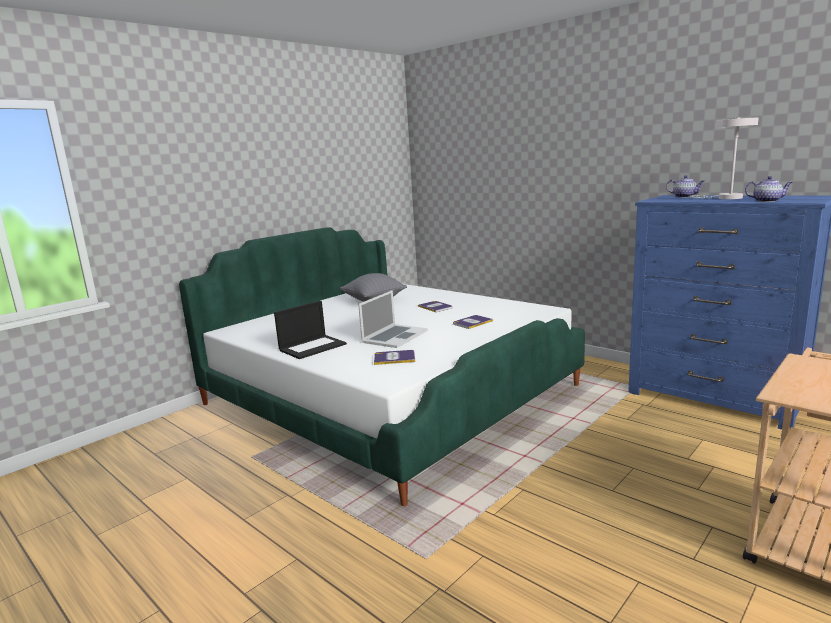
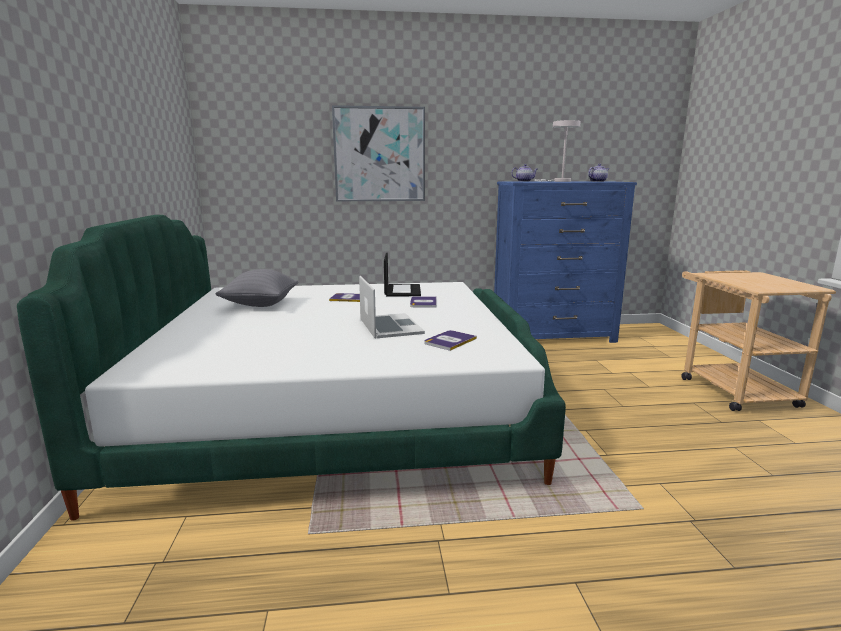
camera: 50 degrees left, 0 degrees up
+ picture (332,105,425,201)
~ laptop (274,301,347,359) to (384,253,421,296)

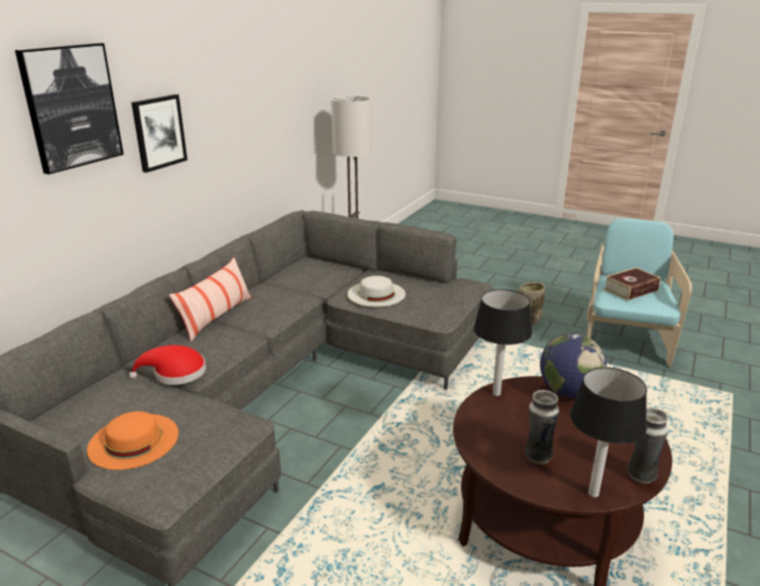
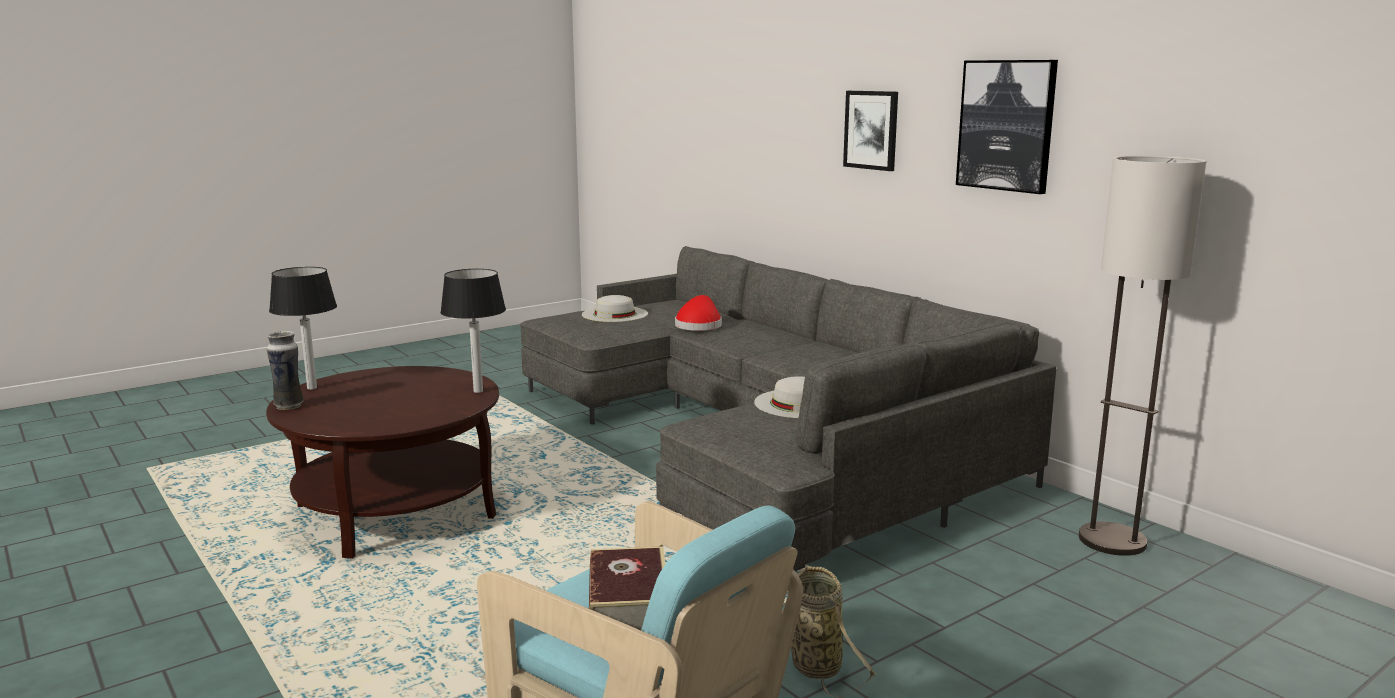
camera: 115 degrees right, 10 degrees down
~ orange hat (87,411,179,470) to white hat (582,295,648,322)
~ picture (15,43,124,174) to (956,60,1058,194)
- pillow (169,257,252,342)
- vase (525,390,559,464)
- globe (540,333,607,398)

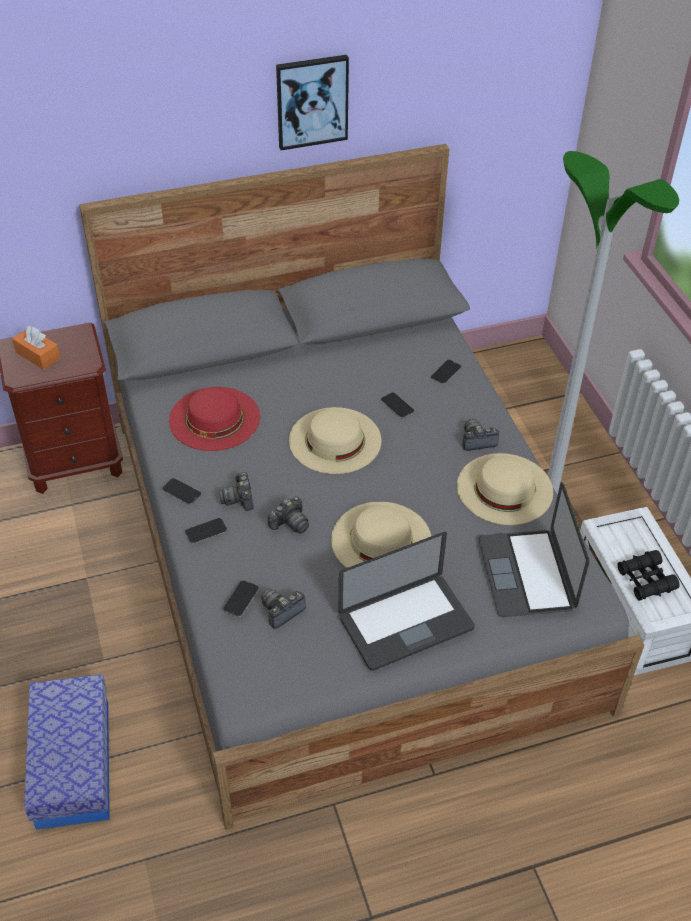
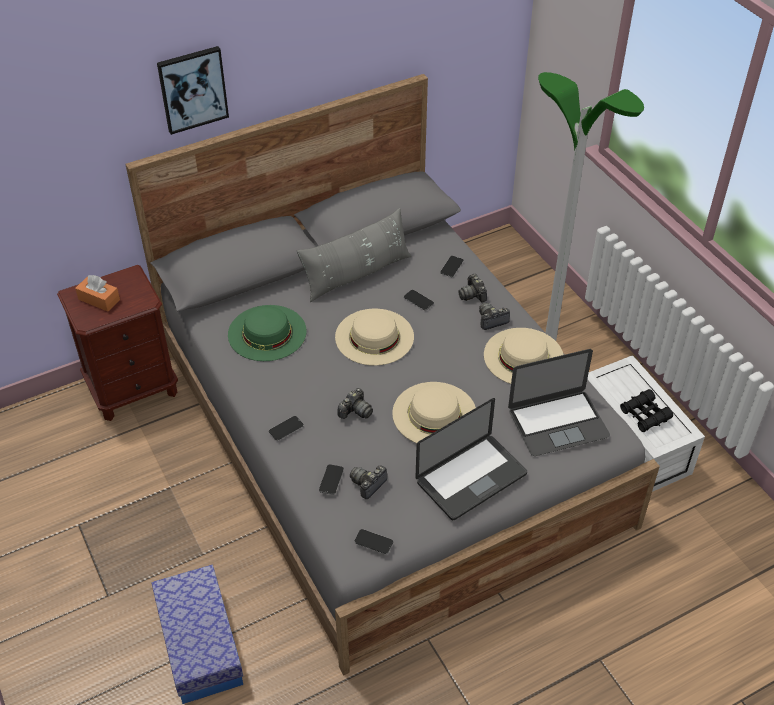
camera: 10 degrees left, 0 degrees up
~ picture (276,55,349,150) to (157,46,229,135)
~ red hat (169,387,260,451) to green hat (228,305,306,361)
+ grey pillow (297,208,411,302)
~ phone (162,478,201,505) to (354,529,393,554)
~ photo camera (219,472,254,511) to (458,274,487,303)
~ laptop (478,482,589,617) = (508,349,610,456) 90 degrees counterclockwise

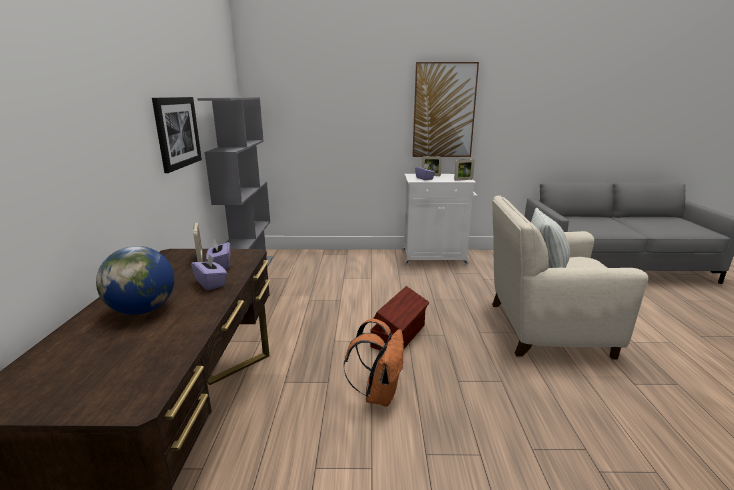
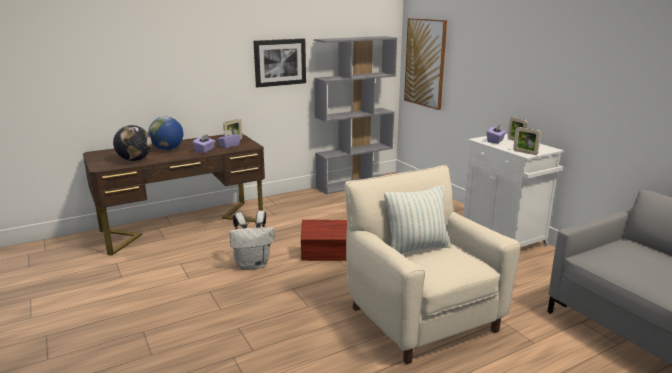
camera: 60 degrees right, 0 degrees up
+ globe (113,125,152,161)
~ orange backpack (344,319,404,407) to white backpack (229,210,275,270)
~ picture (412,62,479,157) to (404,18,447,110)

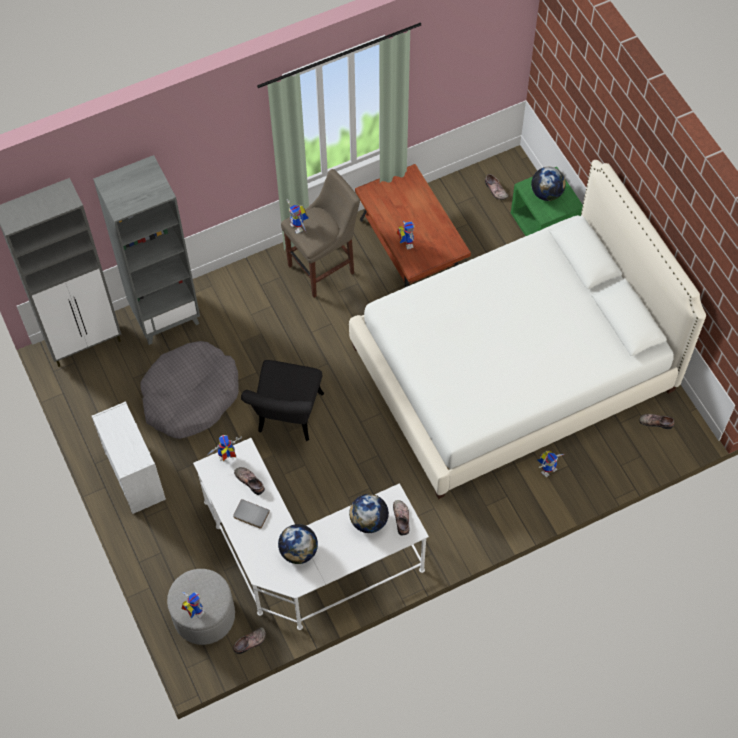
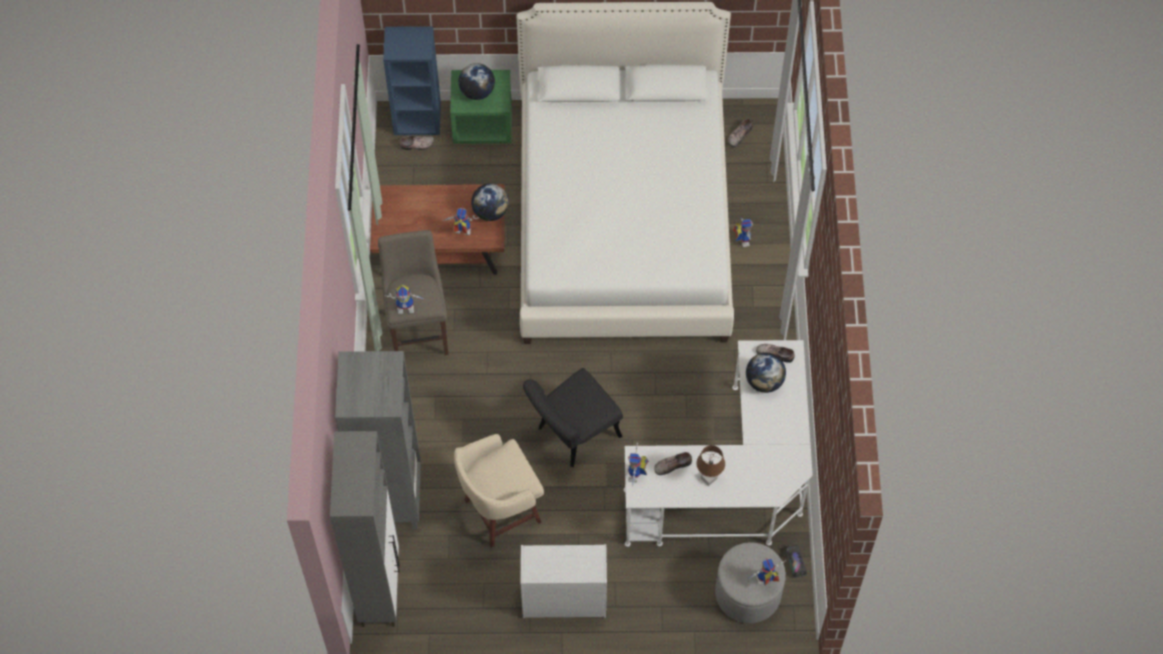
camera: 65 degrees left, 0 degrees up
+ blue bookcase (383,26,441,135)
~ grey dog bed (141,341,239,439) to beige stool (454,434,544,548)
~ globe (278,524,318,564) to (471,183,509,221)
~ black chair (241,360,324,441) = (523,368,623,467) 105 degrees clockwise
~ grey book (233,499,270,528) to brown table lamp (696,445,725,486)
~ shoe (233,627,266,654) to toy truck (785,545,807,578)

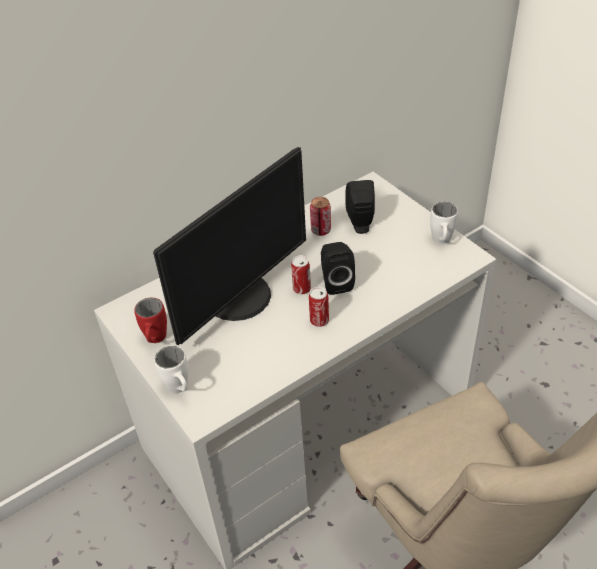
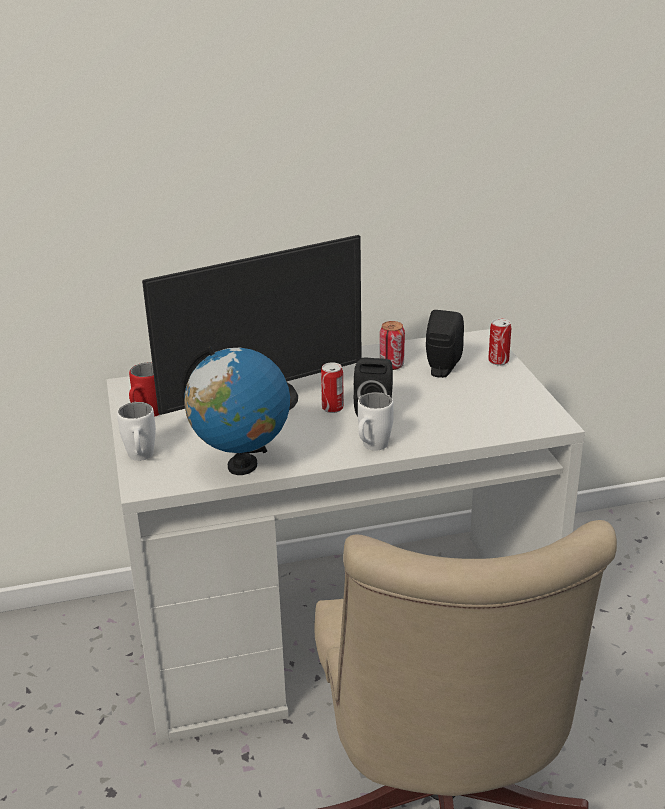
camera: 20 degrees right, 15 degrees down
+ globe (181,346,290,475)
~ white mug (430,202,458,244) to (358,392,394,451)
~ can (309,287,329,327) to (488,318,511,365)

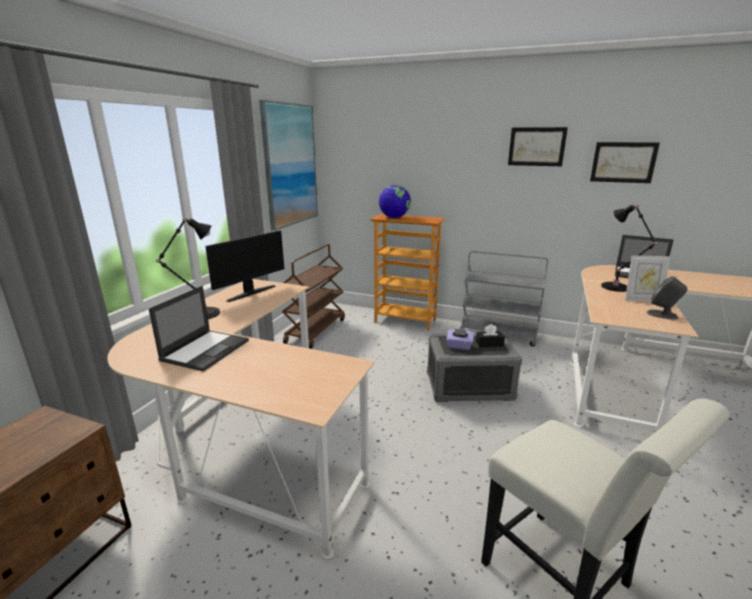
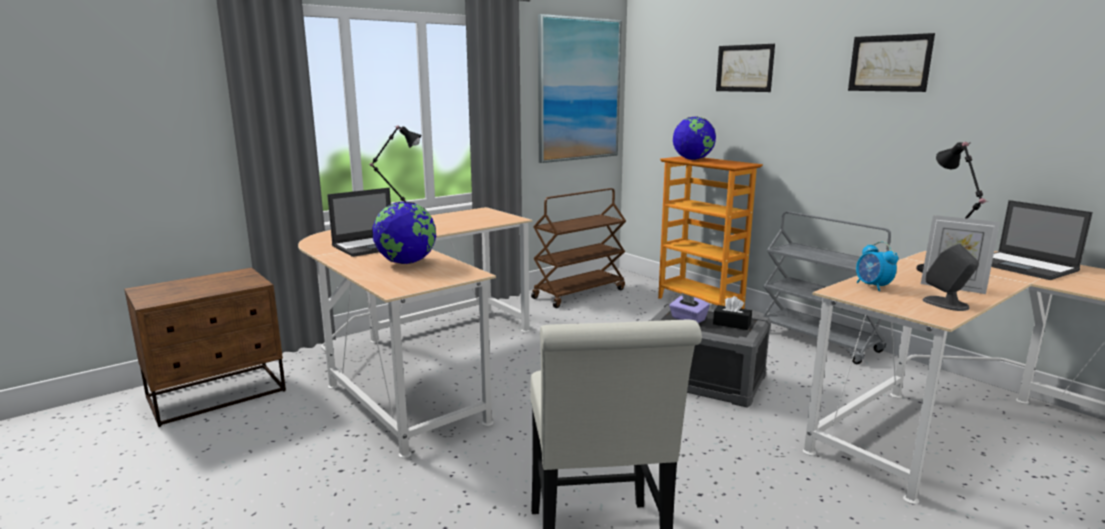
camera: 30 degrees right, 5 degrees down
+ globe (372,202,436,264)
~ picture (590,142,660,183) to (716,44,775,92)
+ alarm clock (856,241,898,291)
- monitor (205,230,284,302)

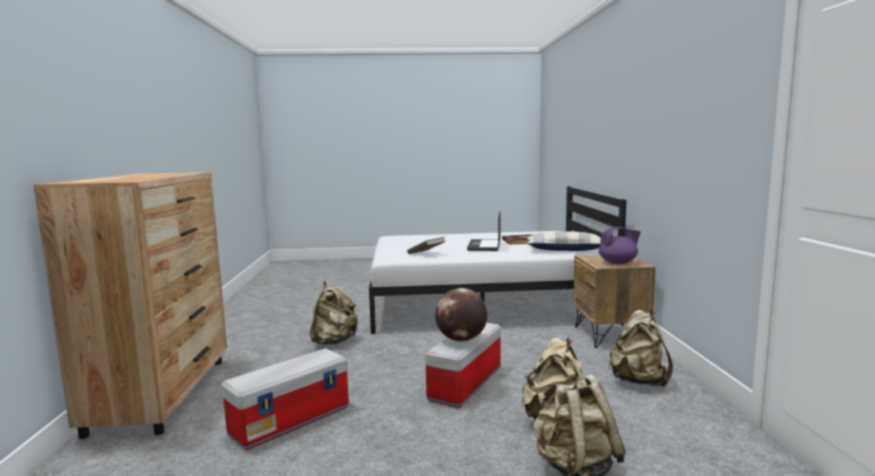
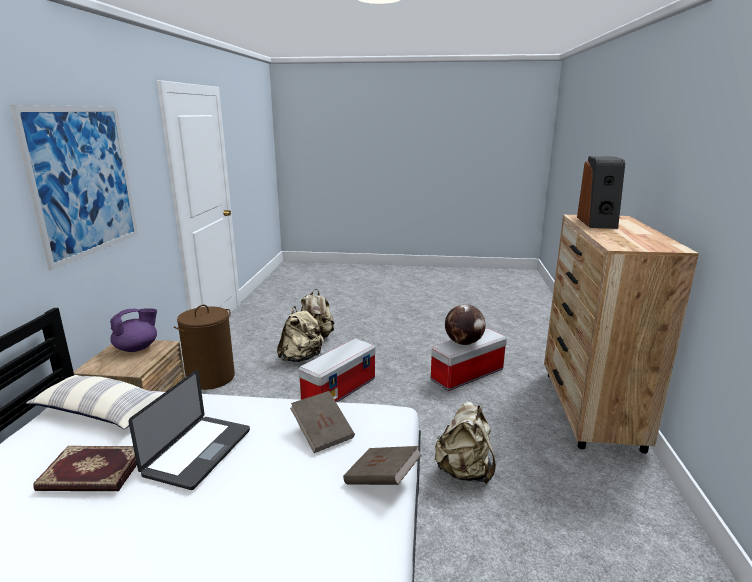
camera: 170 degrees left, 10 degrees up
+ picture (10,105,138,271)
~ purple teapot (599,227,641,264) = (110,308,157,352) 135 degrees clockwise
~ beige backpack (609,309,673,387) to brown laundry basket (174,305,235,390)
+ brown book (343,446,422,485)
~ globe (435,288,487,342) to (445,304,486,345)
+ speaker (577,156,625,229)

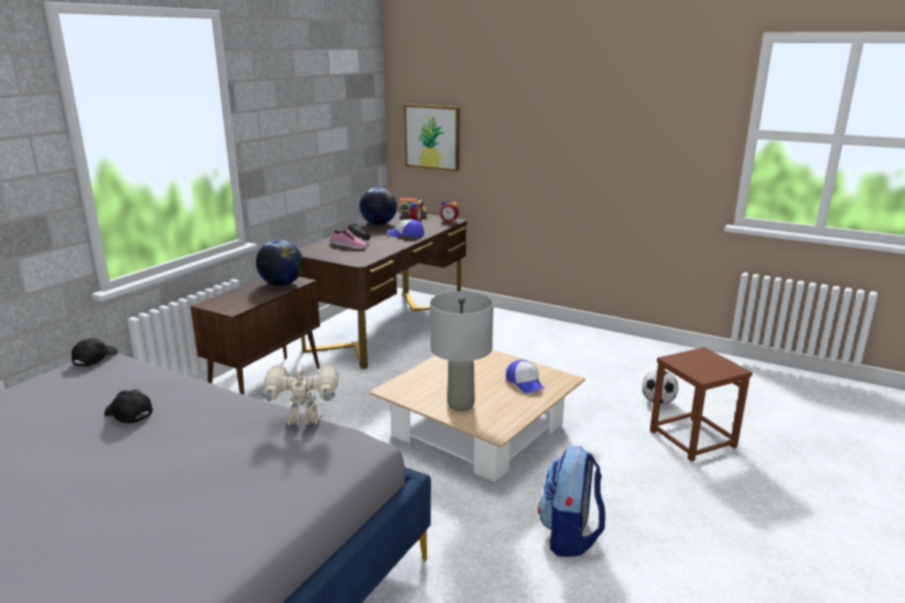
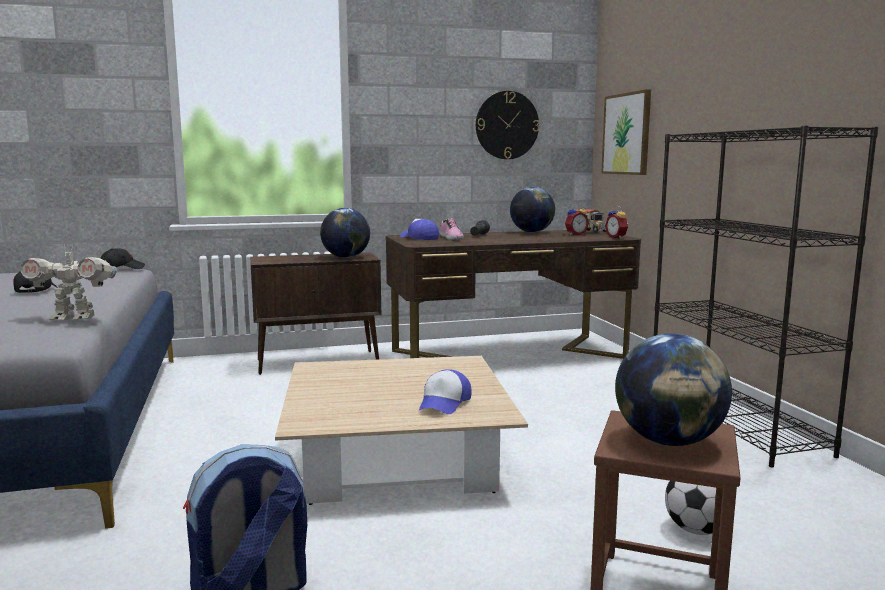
camera: 45 degrees right, 10 degrees down
~ toy robot (261,364,338,426) = (20,244,117,320) 135 degrees clockwise
~ cap (387,219,424,237) to (400,219,439,240)
+ wall clock (476,91,539,159)
+ globe (615,333,732,446)
+ black bookcase (654,125,879,468)
- grey table lamp (430,291,493,411)

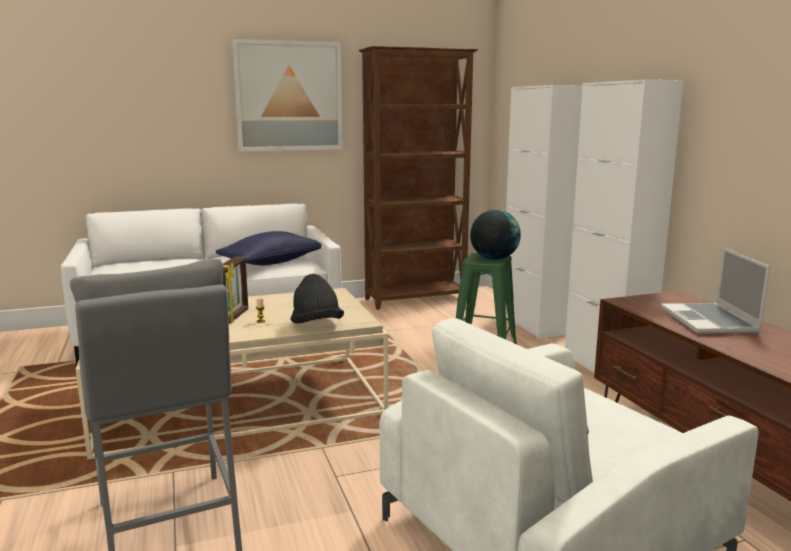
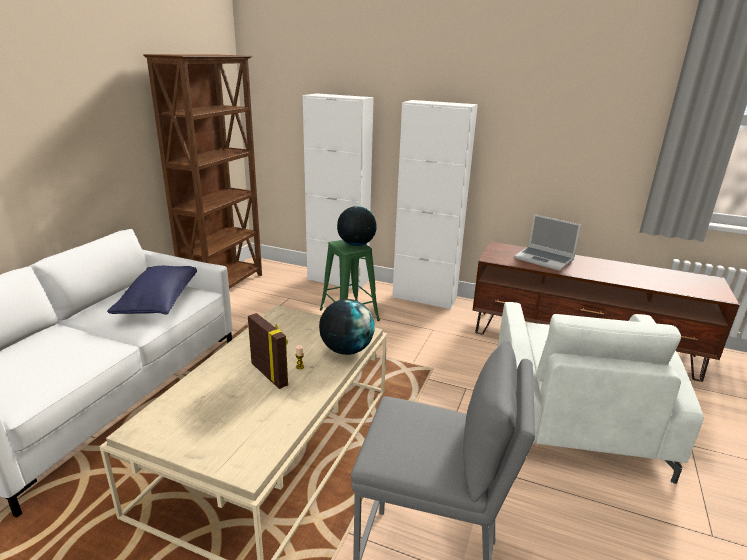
camera: 50 degrees left, 10 degrees up
~ black hat (291,274,344,323) to globe (319,299,375,355)
- picture (232,39,343,152)

